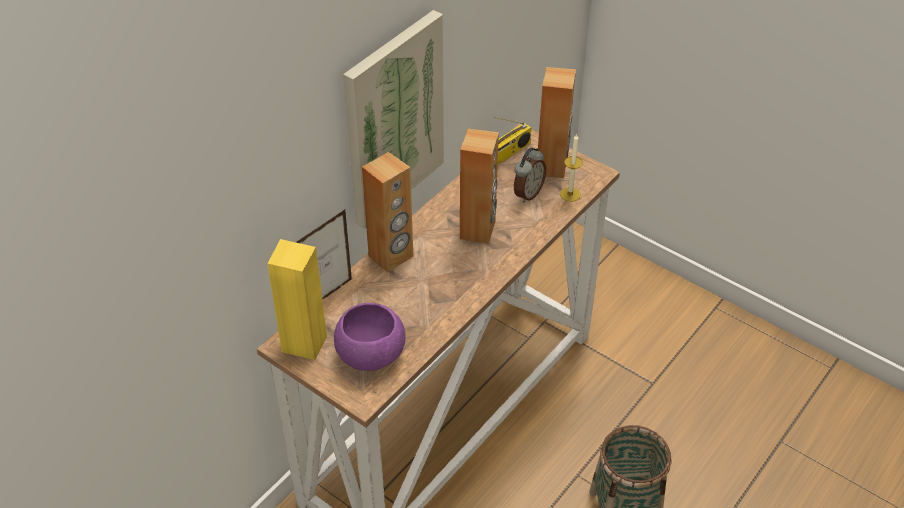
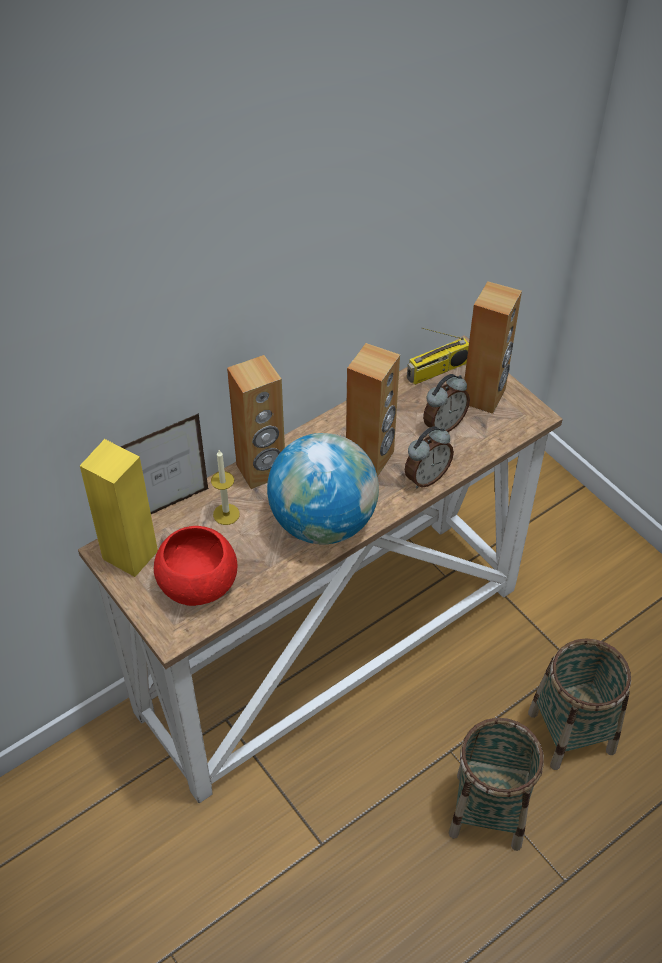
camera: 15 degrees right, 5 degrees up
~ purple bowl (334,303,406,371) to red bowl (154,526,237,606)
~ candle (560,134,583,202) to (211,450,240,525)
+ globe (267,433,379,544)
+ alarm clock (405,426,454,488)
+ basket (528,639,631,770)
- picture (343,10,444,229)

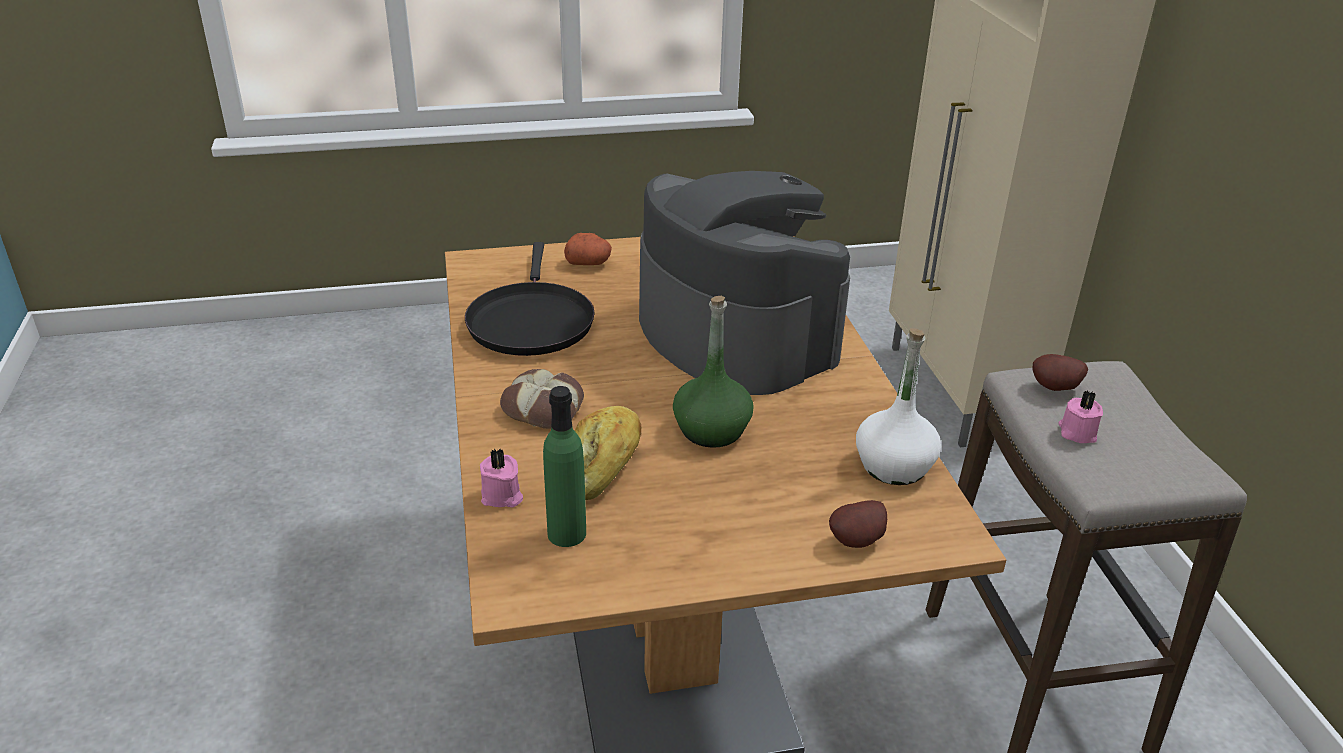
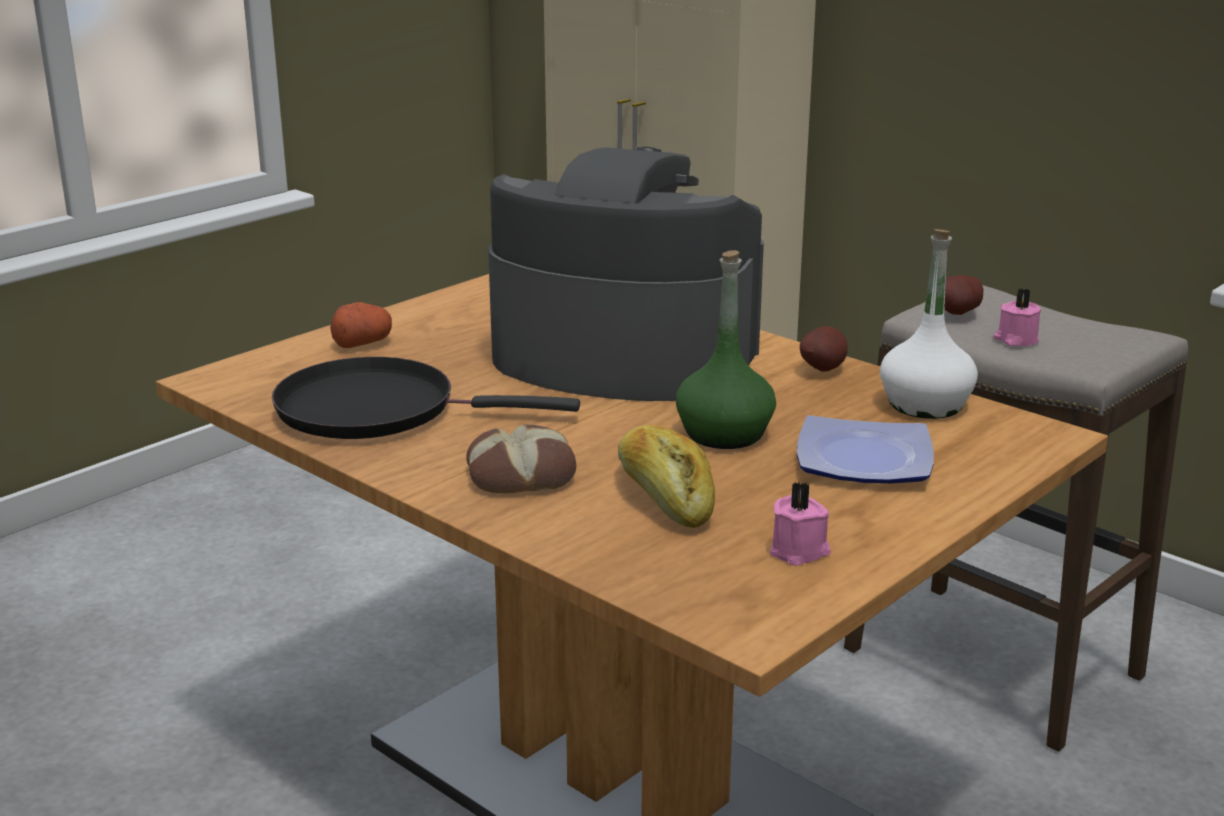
camera: 35 degrees left, 10 degrees down
~ black frying pan (465,242,595,356) = (272,357,580,439) 135 degrees clockwise
~ pink candle (480,448,523,508) to (770,481,831,566)
+ plate (797,415,934,484)
~ potato (829,500,887,548) to (800,326,848,372)
- green bottle (543,386,586,547)

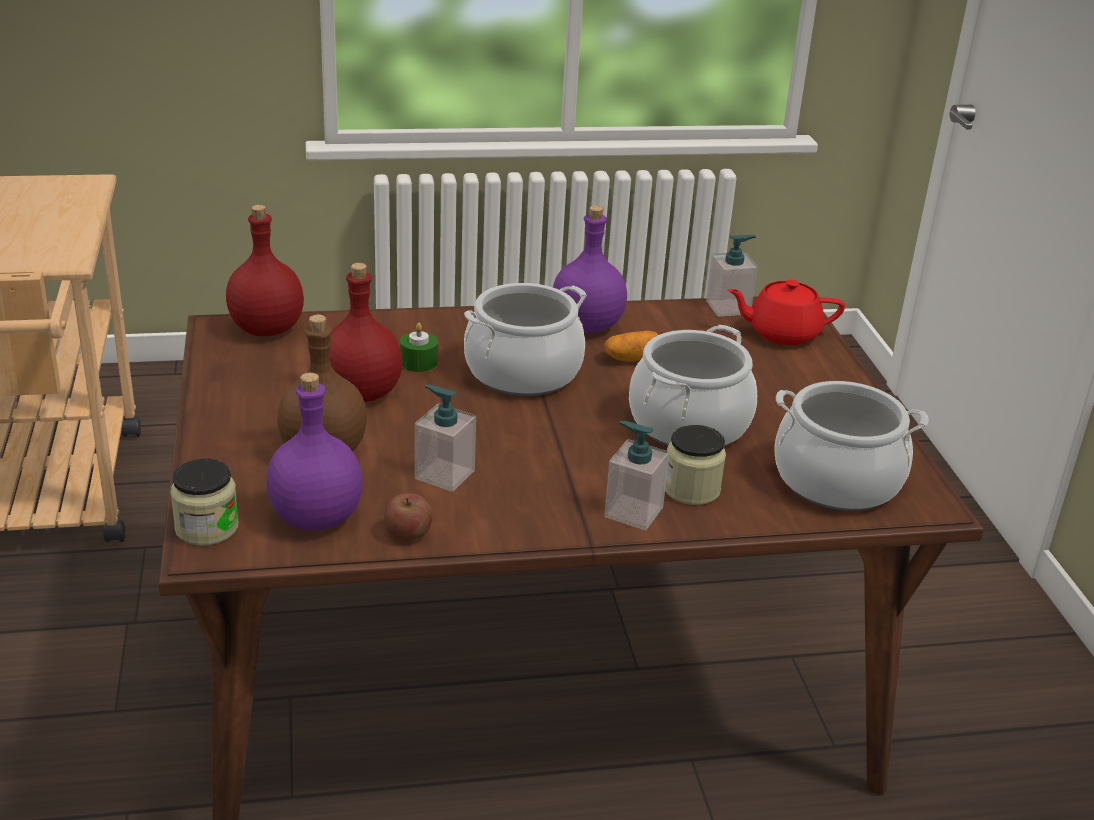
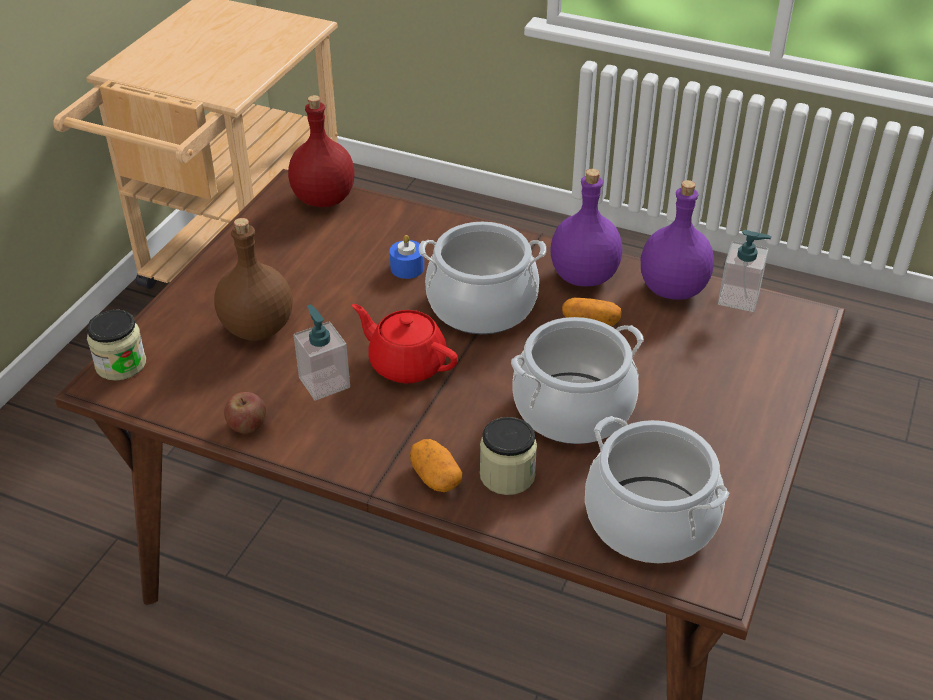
camera: 35 degrees right, 10 degrees up
~ red teapot (727,280,845,345) to (352,304,458,383)
~ green candle (400,323,438,372) to blue candle (390,235,424,279)
~ soap dispenser (604,421,670,530) to potato (410,439,462,492)
~ purple bottle (266,373,363,531) to (641,180,714,300)
- red bottle (330,263,403,402)

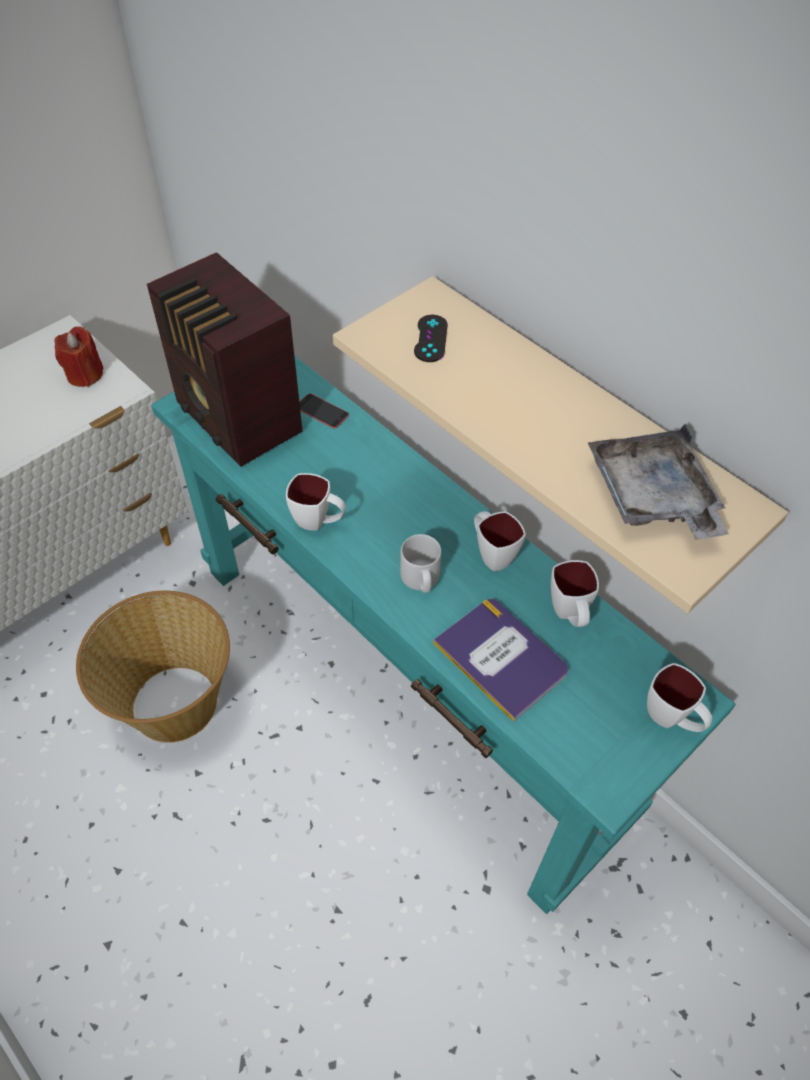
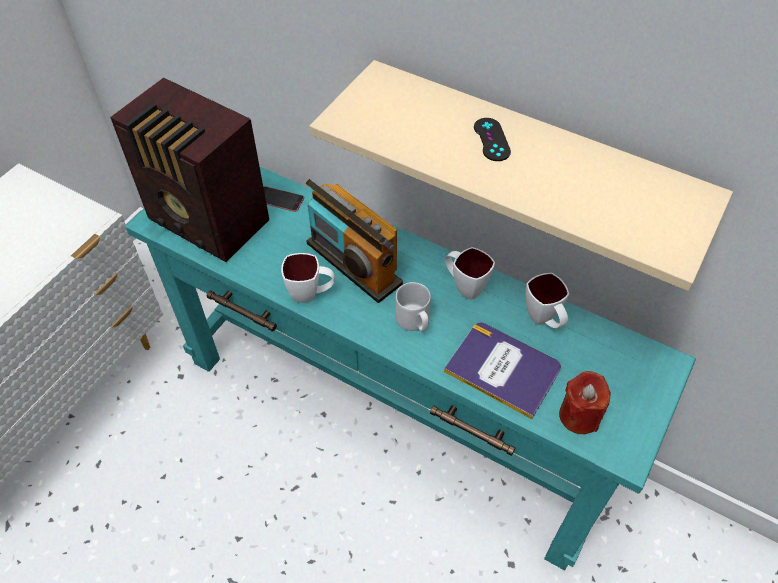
camera: 15 degrees left, 0 degrees up
+ radio (306,179,403,303)
~ black game controller (414,315,448,362) to (474,118,511,161)
~ red candle (54,326,103,387) to (559,371,611,434)
- basket (76,591,230,743)
- grey tray (588,424,729,540)
- white mug (647,663,712,732)

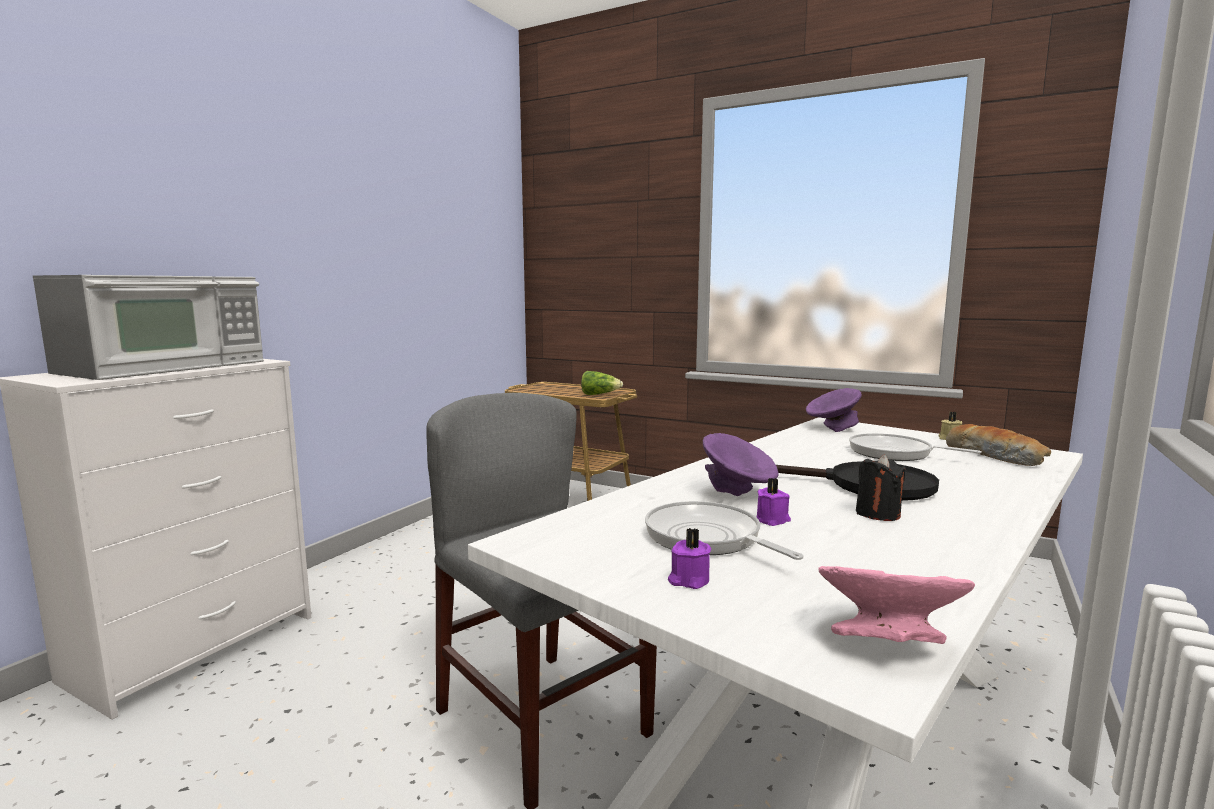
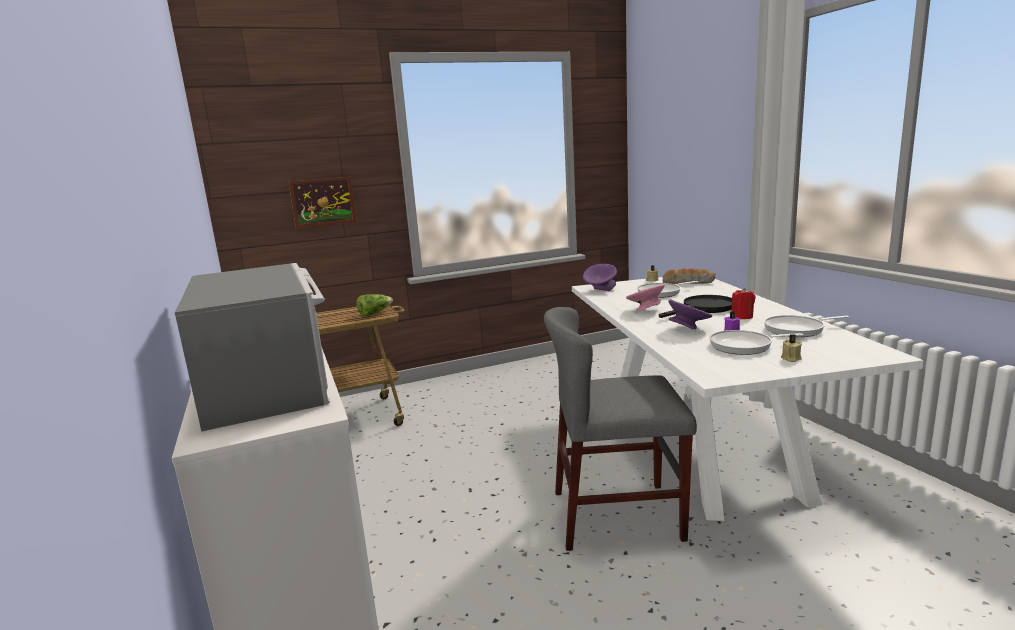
camera: 50 degrees left, 5 degrees up
+ picture (288,177,357,228)
~ pink bowl (818,566,975,644) to (626,284,665,312)
~ black candle (856,455,906,521) to red candle (731,288,755,319)
+ frying pan (764,315,849,337)
~ purple candle (668,528,711,589) to beige candle (781,334,802,362)

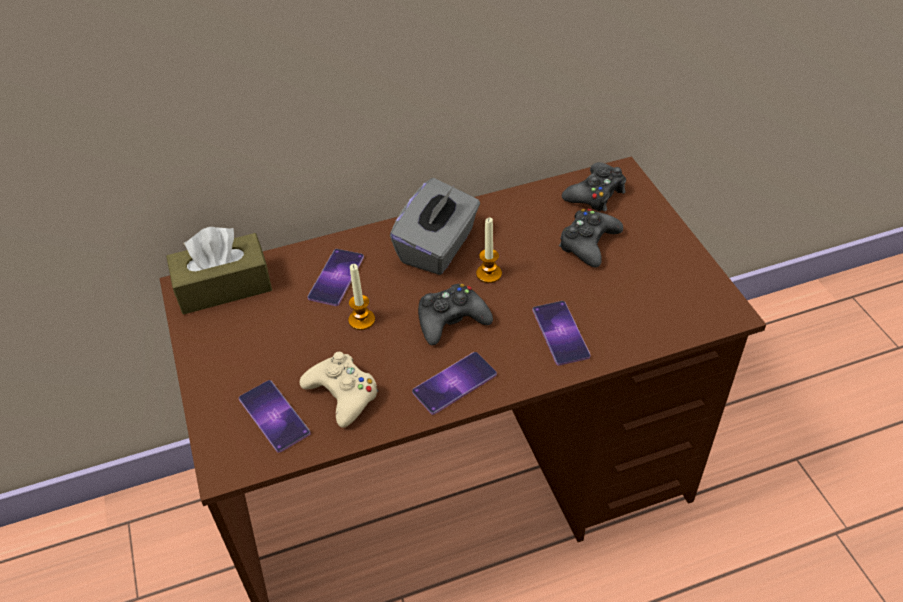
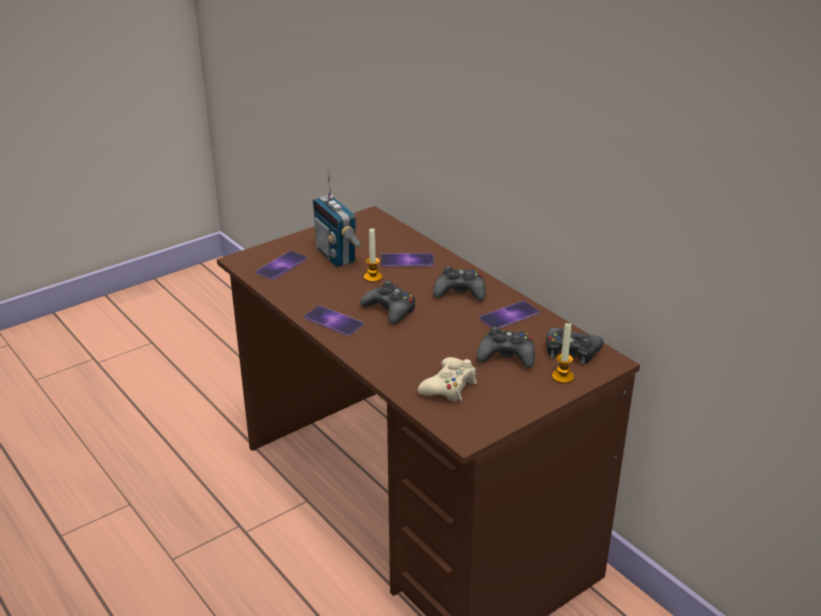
camera: 70 degrees right, 15 degrees down
+ radio (313,168,363,267)
~ beige game controller (300,352,378,428) to (418,357,477,402)
~ grey tissue box (390,178,480,275) to black game controller (433,266,486,301)
~ phone (533,301,591,366) to (479,301,539,329)
~ candle (476,218,502,283) to (552,322,574,383)
- brown tissue box (166,227,272,314)

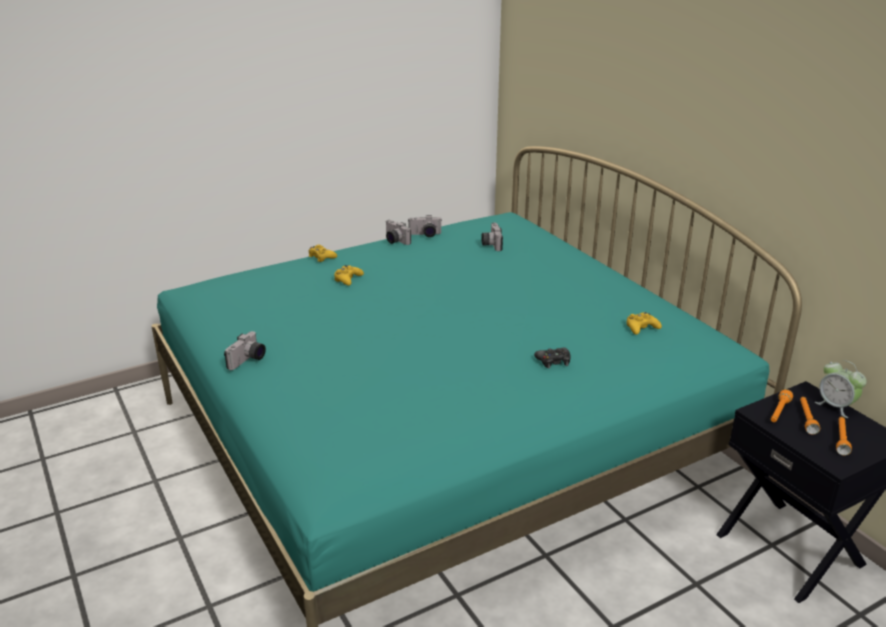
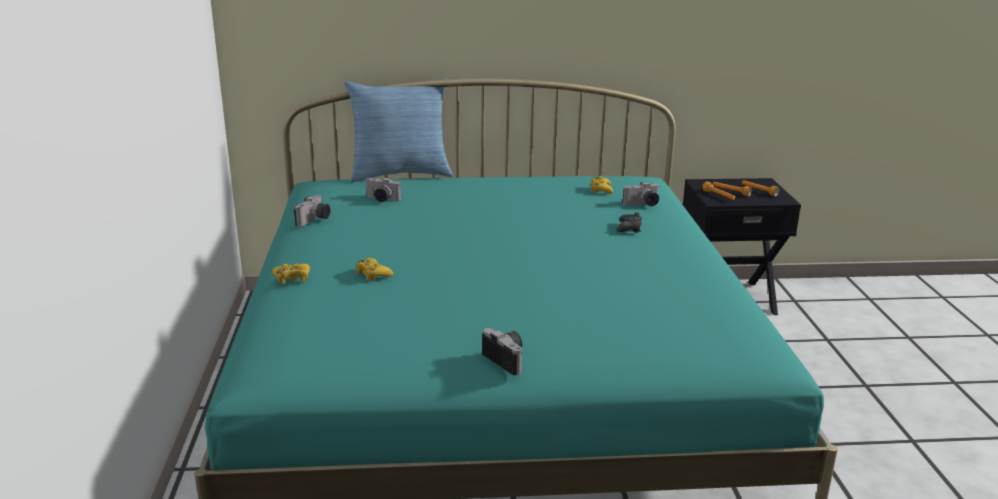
camera: 65 degrees left, 5 degrees down
+ pillow (344,79,453,182)
~ photo camera (386,220,411,245) to (622,182,659,206)
- alarm clock (815,360,867,418)

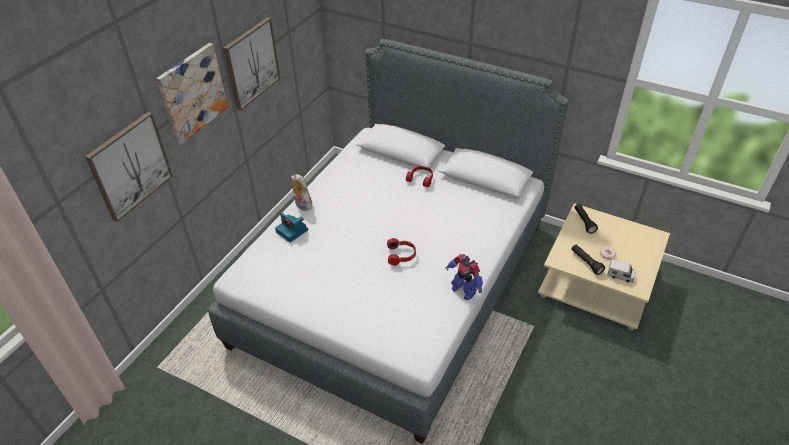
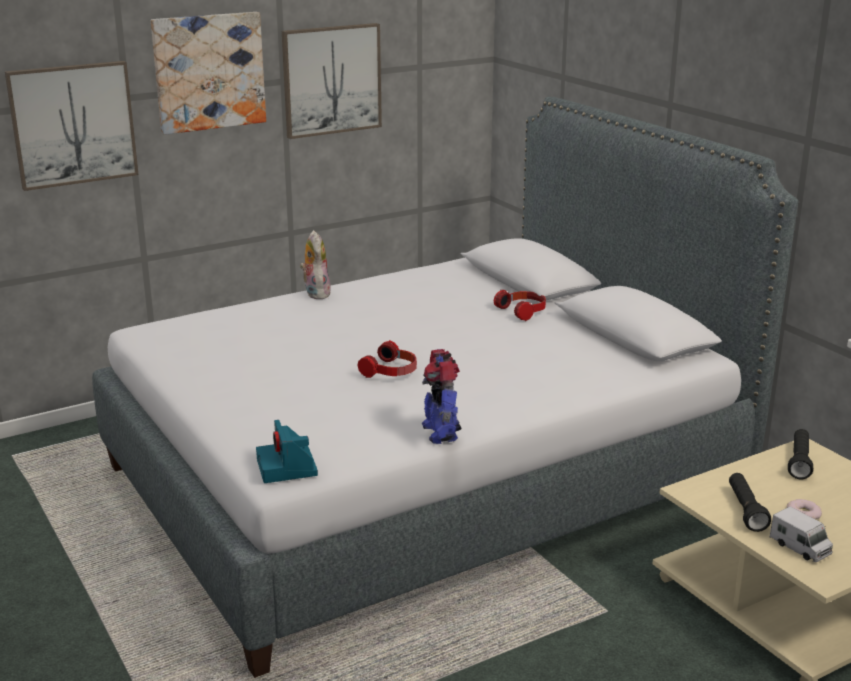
camera: 30 degrees right, 20 degrees down
~ photo camera (275,213,308,242) to (256,420,318,483)

